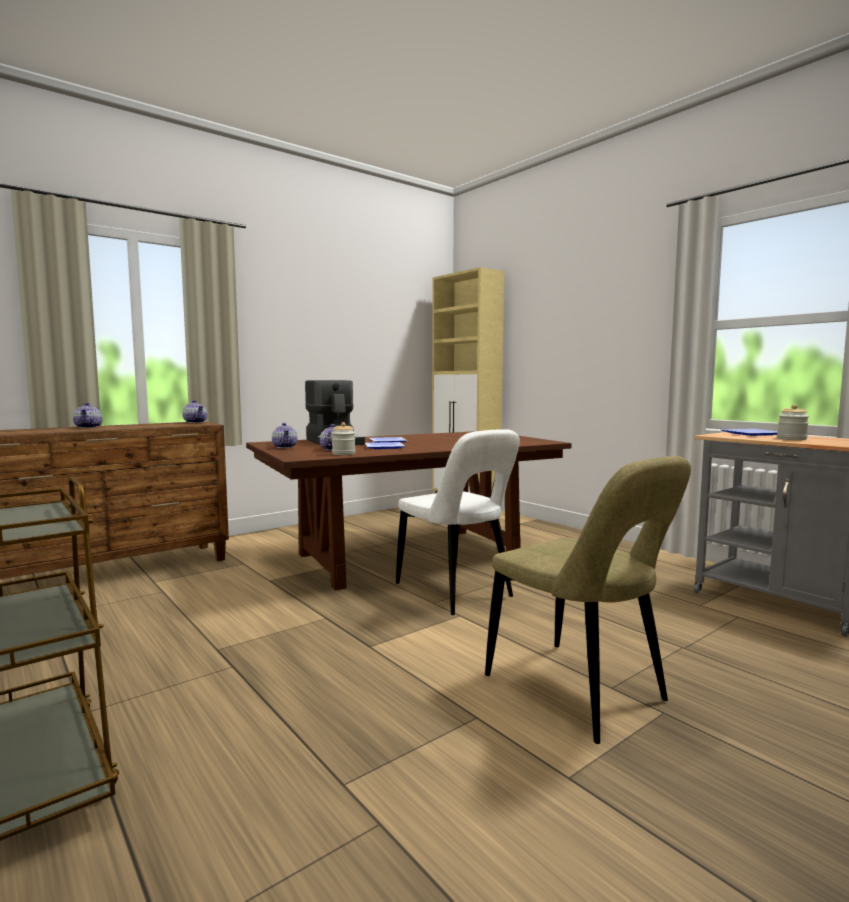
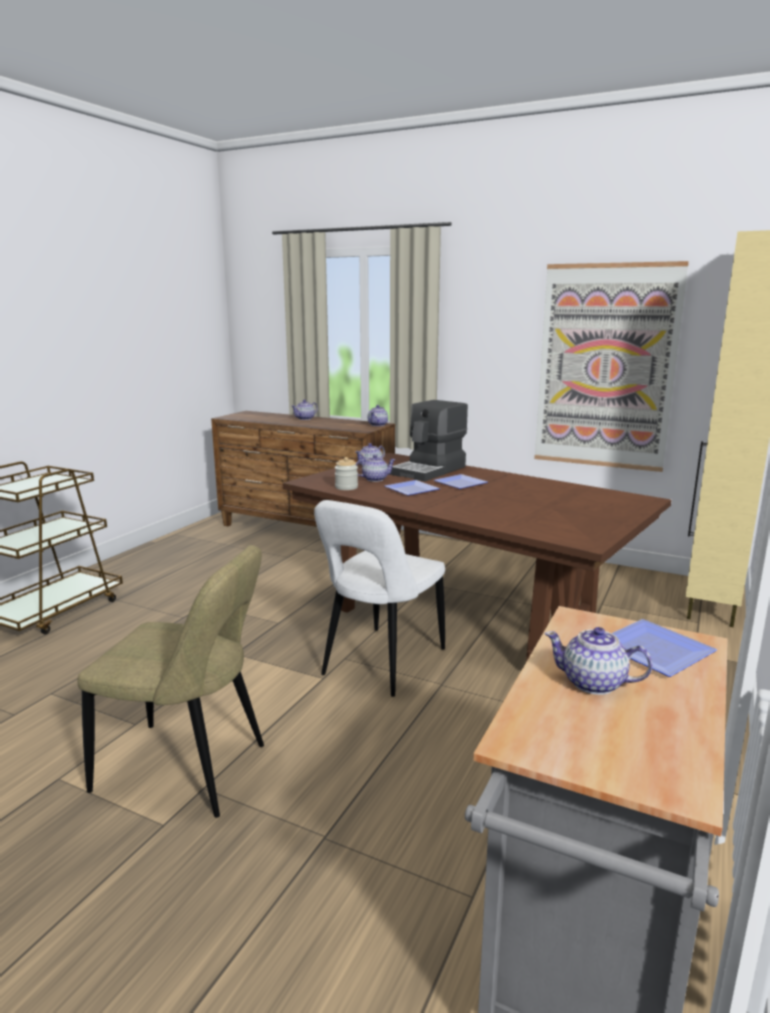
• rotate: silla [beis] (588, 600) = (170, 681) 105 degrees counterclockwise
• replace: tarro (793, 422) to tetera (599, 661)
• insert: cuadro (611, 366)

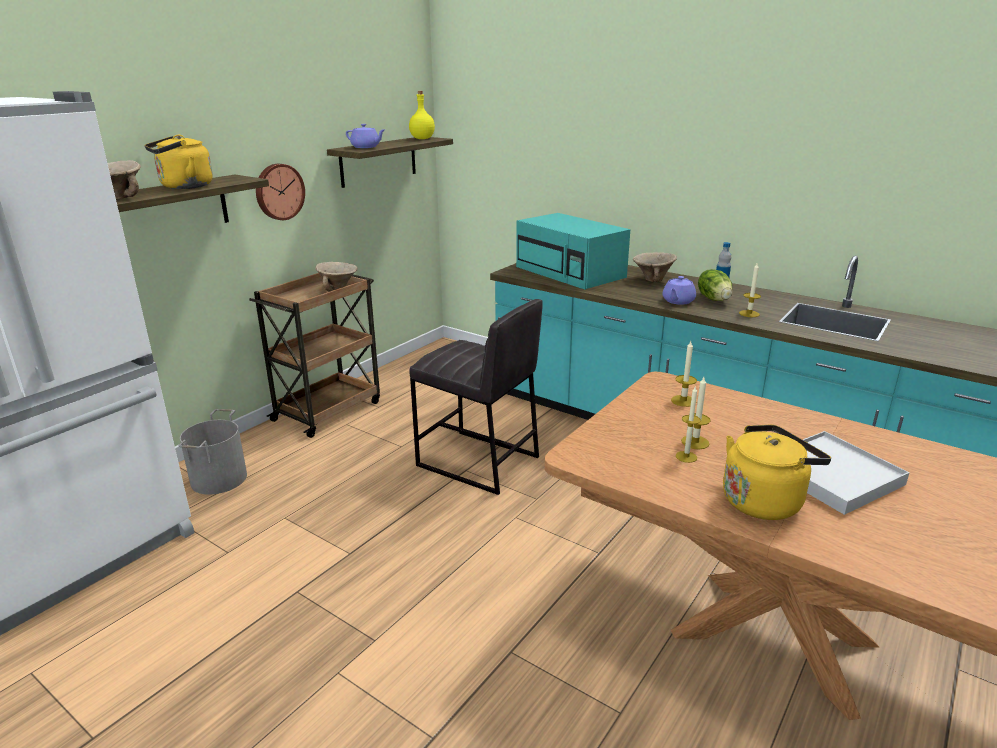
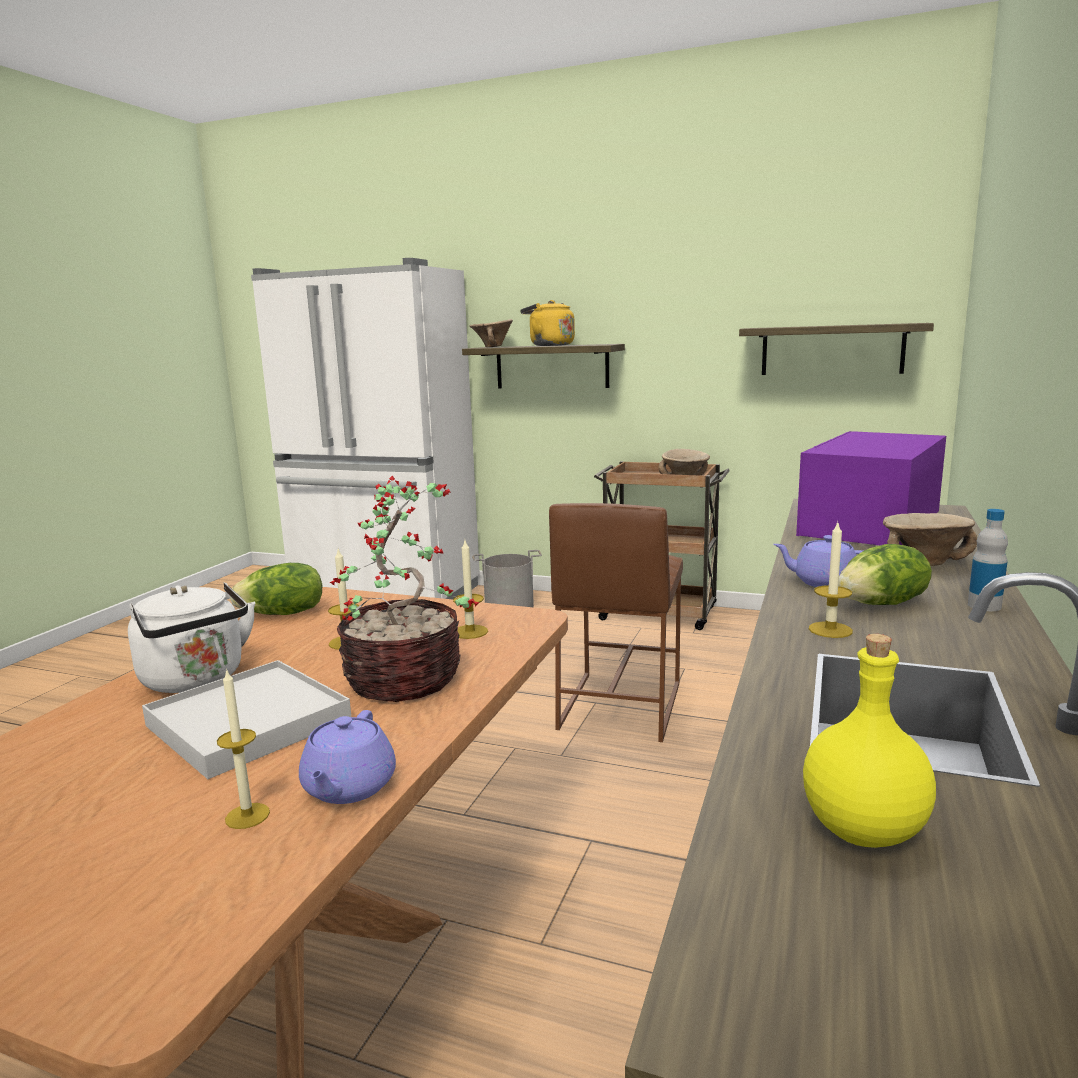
• delete: reloj de pared (280, 192)
• move: tetera [morado] (365, 136) to (347, 757)
• move: botella [amarillo] (422, 115) to (869, 741)
• recolor: taburete [gris] (476, 397) to taburete [marrón] (616, 622)
• recolor: microondas [turquesa] (573, 251) to microondas [morado] (871, 488)
• move: vela (688, 424) to (243, 748)
• recolor: hervidor [amarillo] (777, 472) to hervidor [blanco] (191, 637)
• insert: lechuga (276, 589)
• insert: planta en maceta (404, 589)

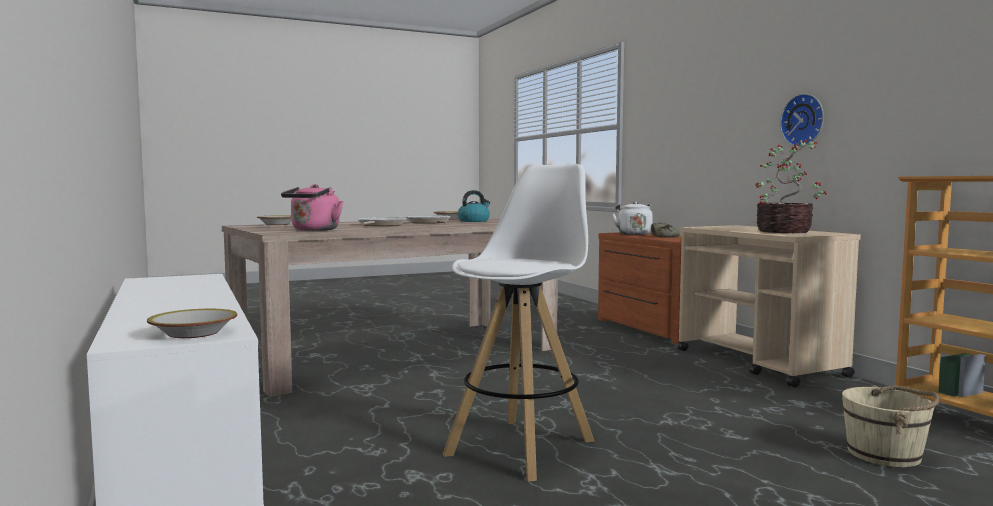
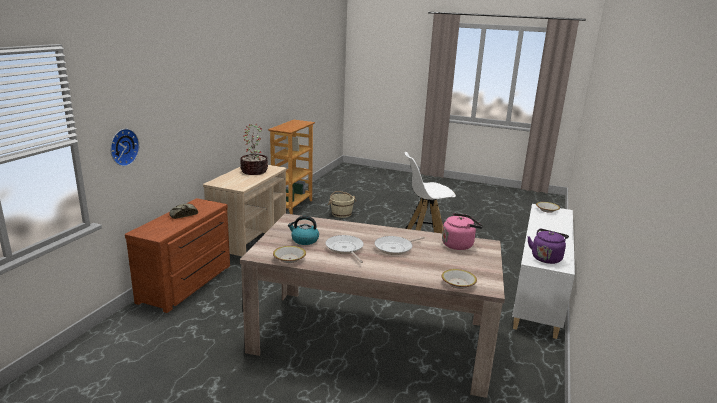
• delete: hervidor [blanco] (632, 218)
• move: reloj de pared (802, 120) to (125, 147)
• insert: hervidor [morado] (548, 246)

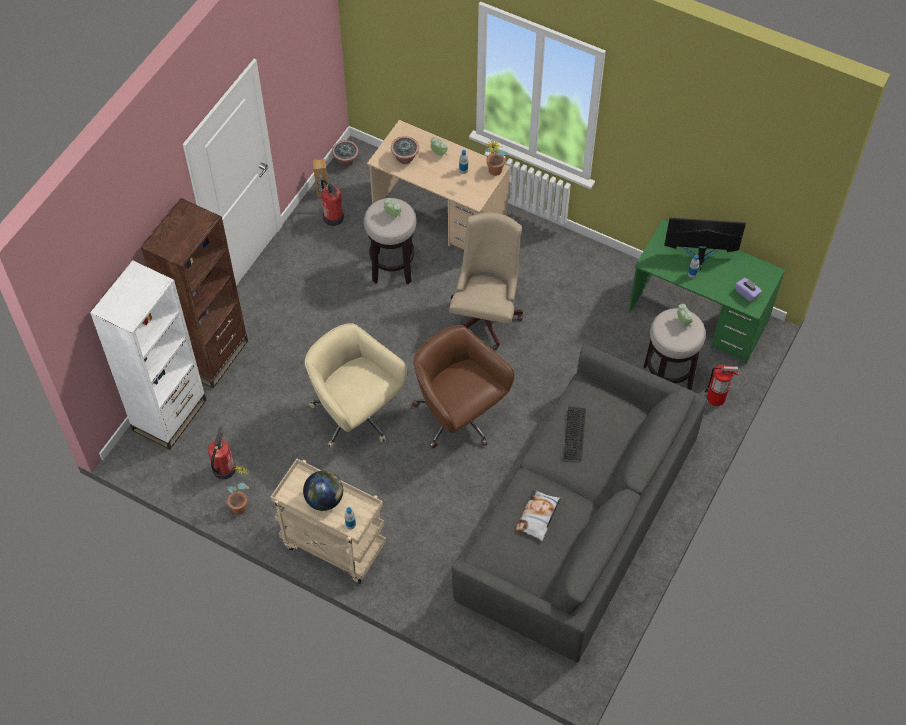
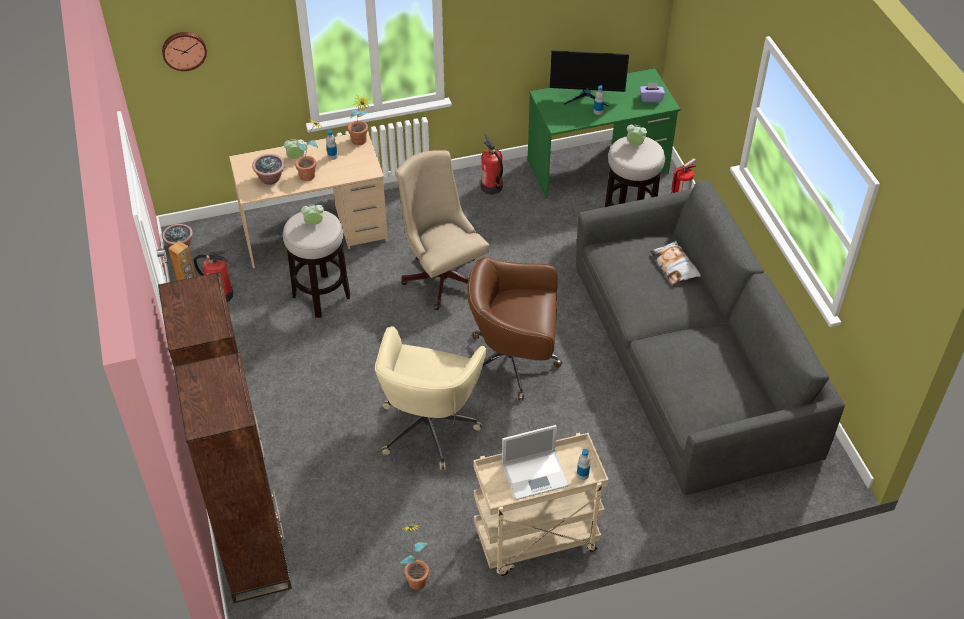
• recolor: estantería [blanco] (148, 355) to estantería [marrón] (233, 477)
• move: extintor (222, 453) to (492, 164)
• replace: globo terráqueo (323, 491) to portátil (535, 462)
• rotate: silla de oficina [beis] (356, 385) = (431, 398) 75 degrees counterclockwise
• move: cojín (538, 515) to (675, 262)
• delete: teclado (575, 433)
• rotate: monitor (705, 244) = (589, 78) 135 degrees counterclockwise
• insert: reloj de pared (184, 51)
• insert: planta en maceta (309, 150)

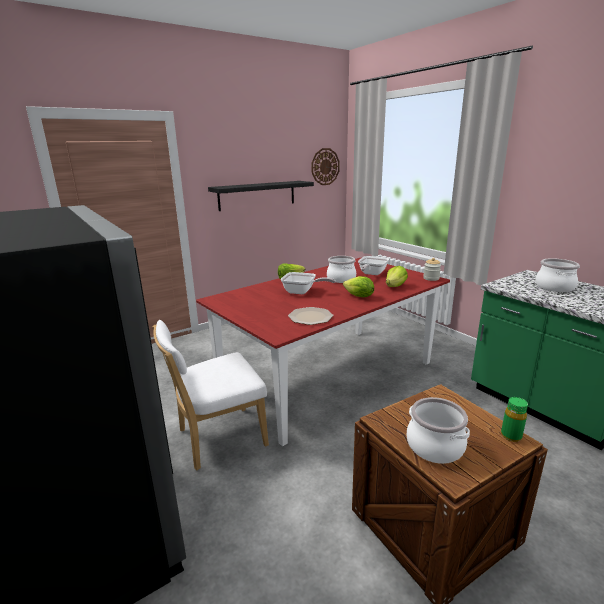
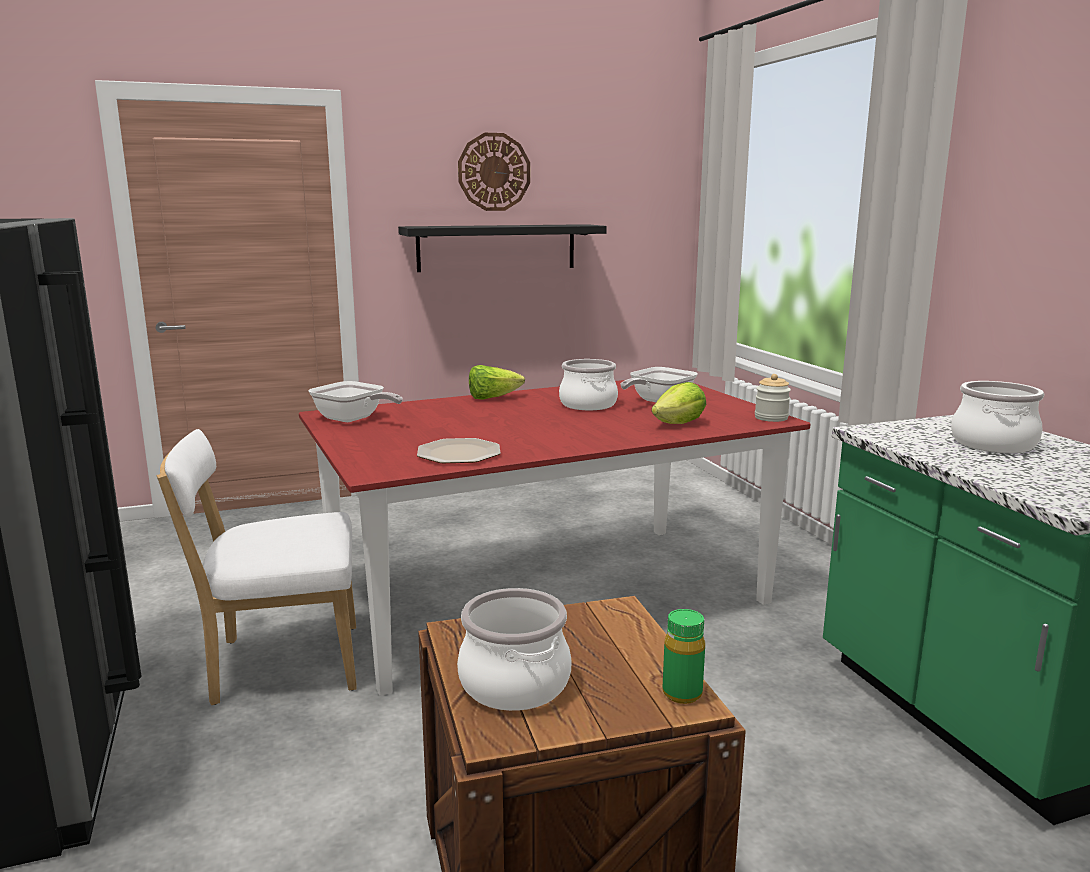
• move: sartén (308, 283) to (355, 401)
• move: reloj de pared (326, 166) to (494, 172)
• delete: lechuga (358, 286)

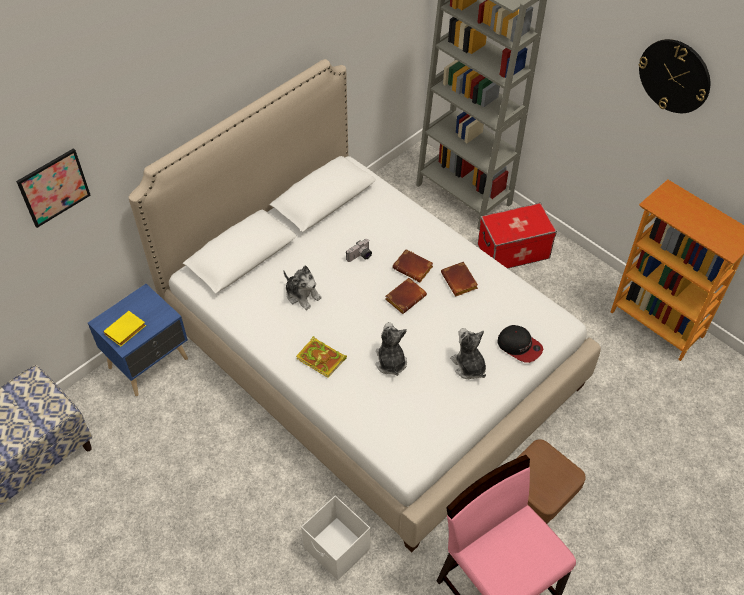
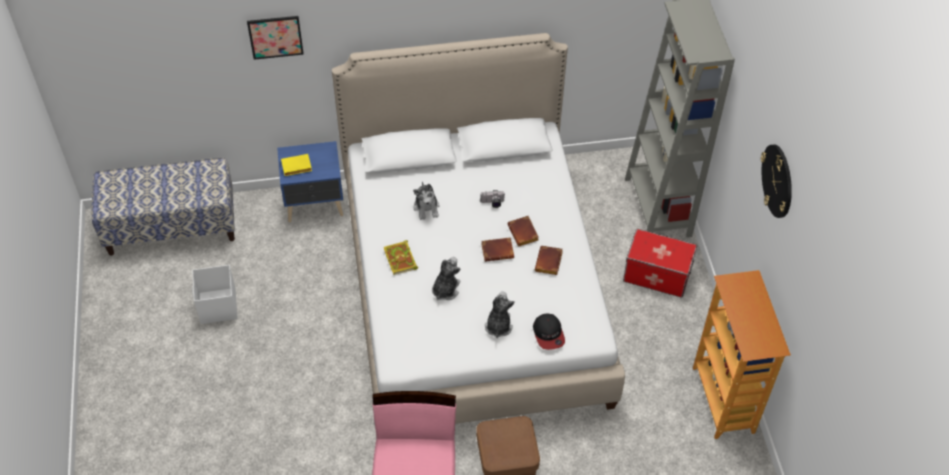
• move: caja de almacenaje [blanco] (335, 538) to (215, 294)

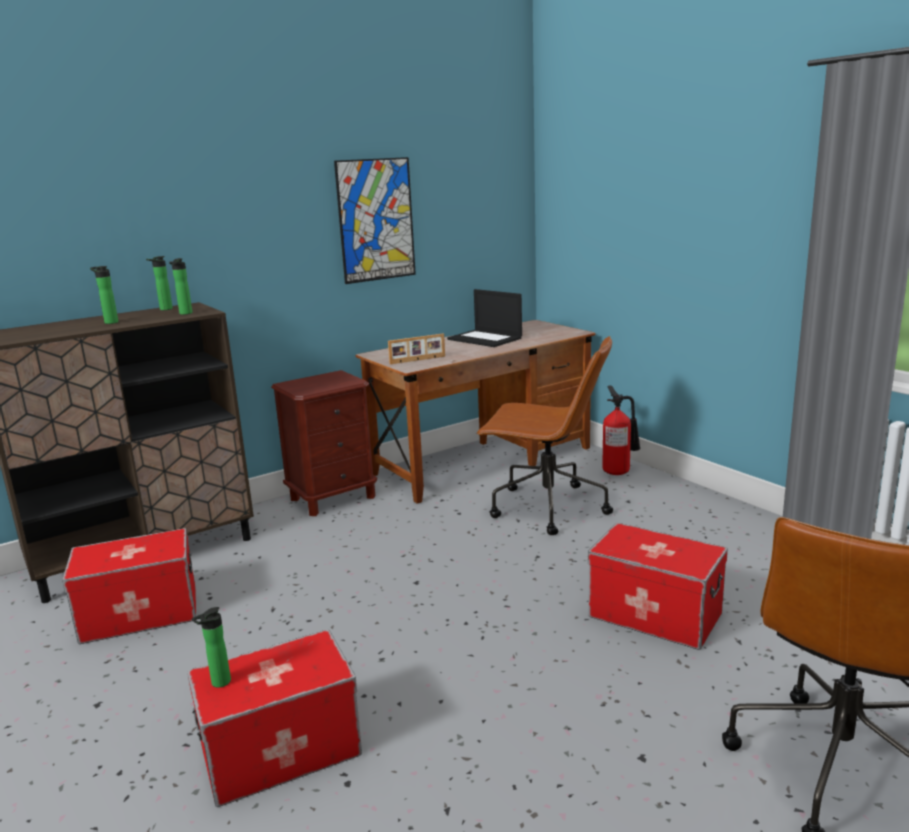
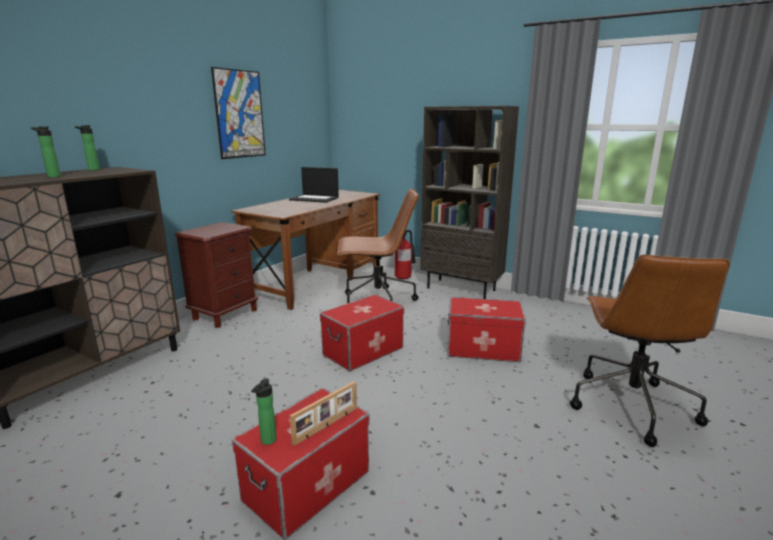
• move: caja de almacenaje (129, 586) to (362, 333)
• delete: botella (180, 286)
• move: portarretratos (416, 349) to (323, 413)
• insert: estantería [marrón] (469, 202)

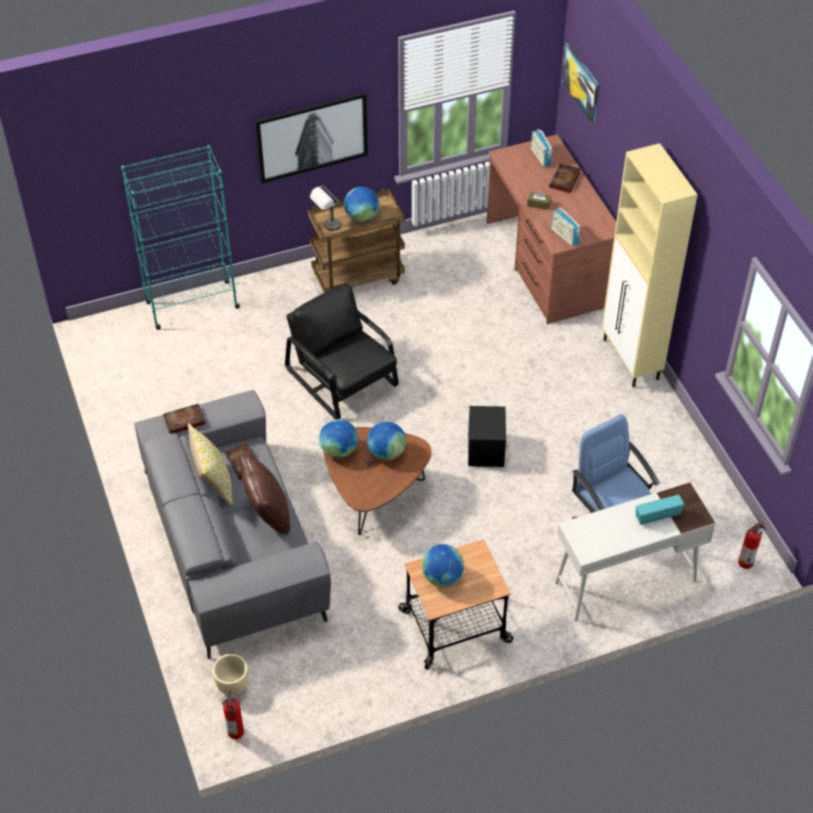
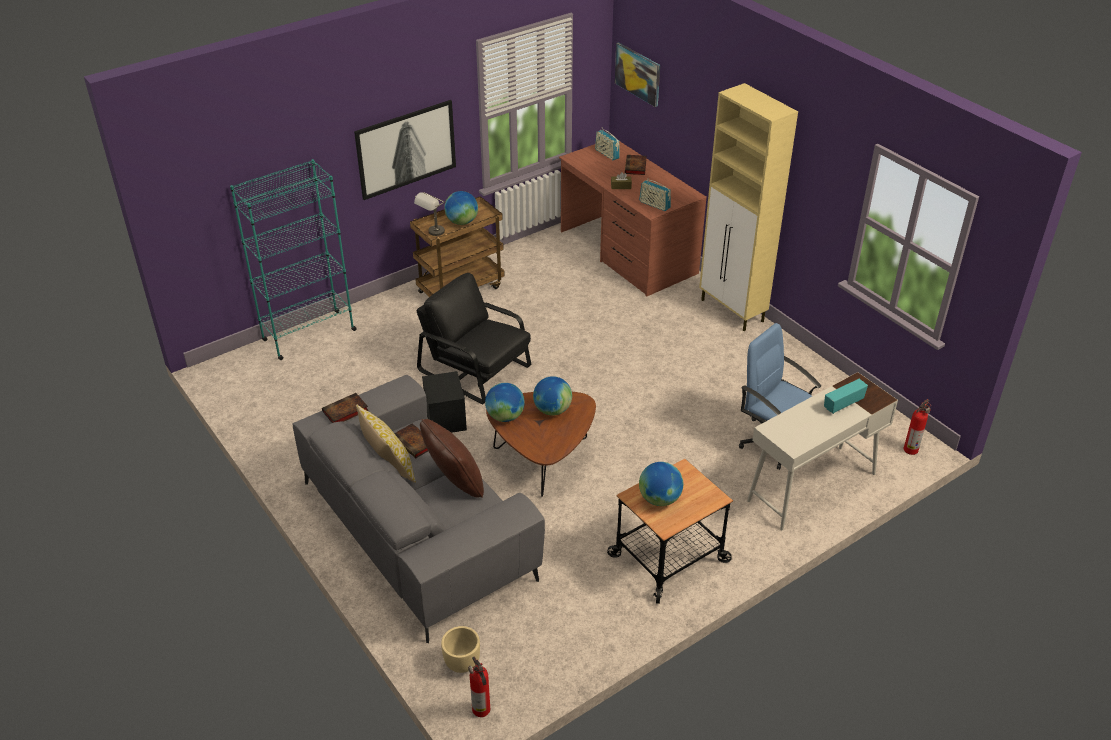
• move: caja de almacenaje [negro] (487, 436) to (444, 402)

